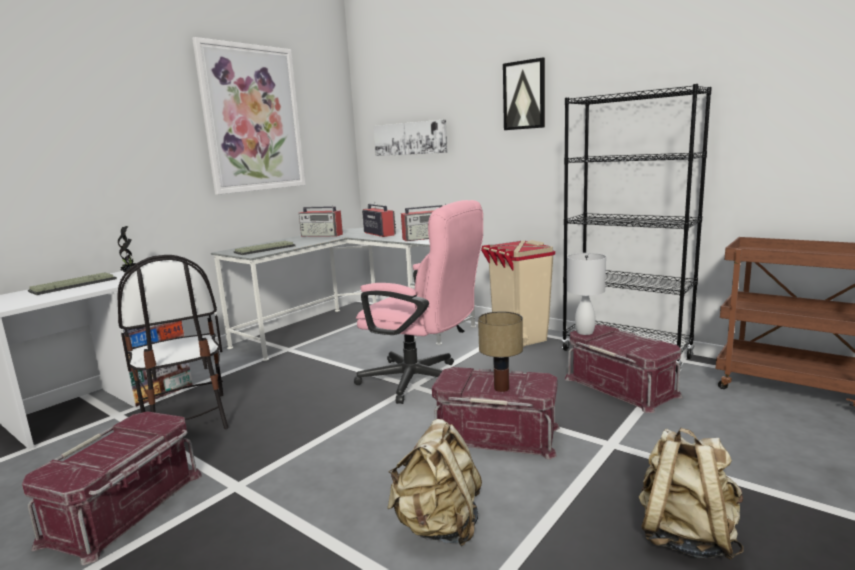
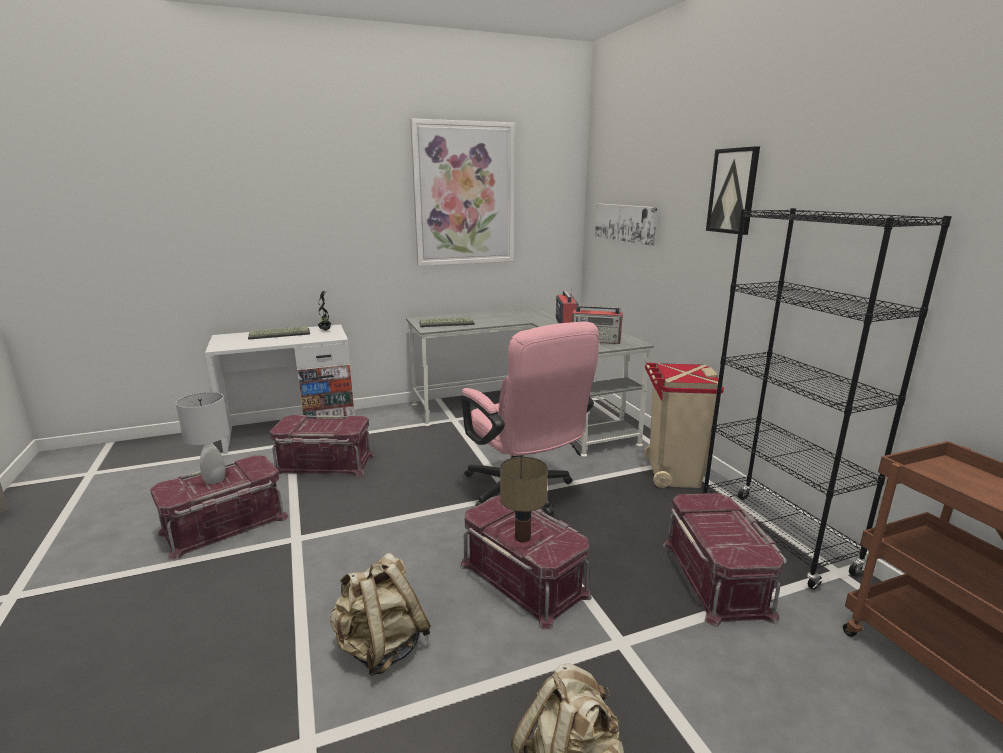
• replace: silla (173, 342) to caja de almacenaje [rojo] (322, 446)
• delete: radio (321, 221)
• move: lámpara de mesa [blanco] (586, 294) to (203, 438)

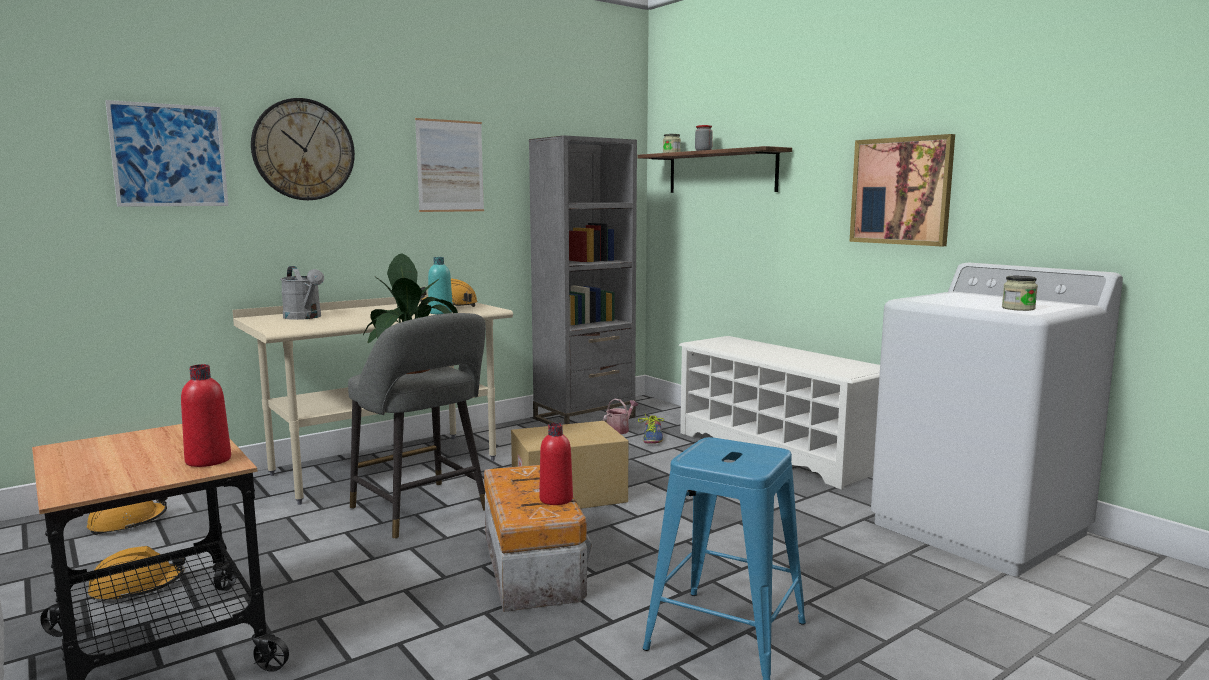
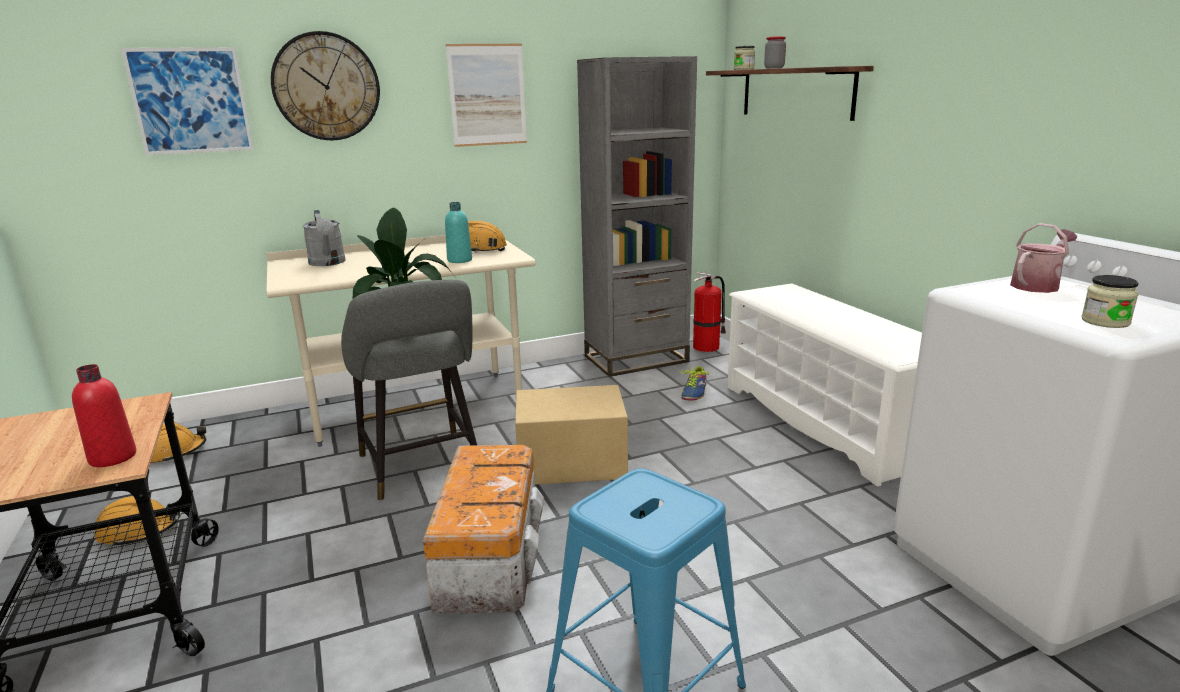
• delete: botella [rojo] (556, 464)
• move: regadera (620, 416) to (1044, 258)
• delete: cuadro (902, 190)
• insert: extintor (709, 312)

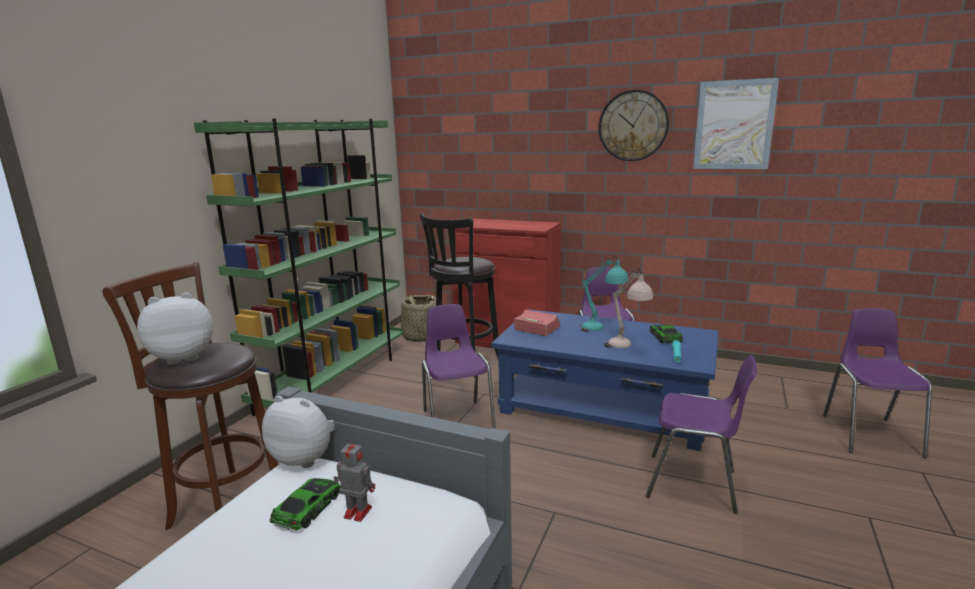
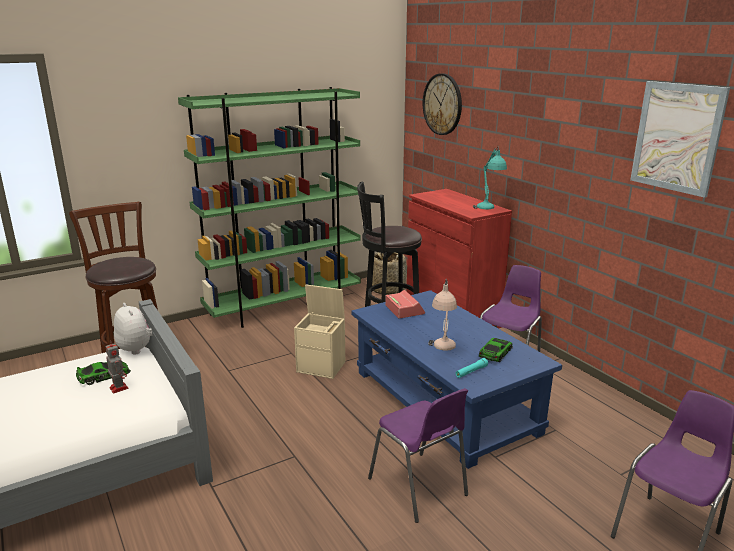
• delete: peluche (175, 328)
• replace: silla [morado] (459, 366) to caja de almacenaje [beis] (319, 331)
• move: lámpara de mesa [turquesa] (604, 293) to (490, 177)
• move: reloj de pared (634, 125) to (442, 104)

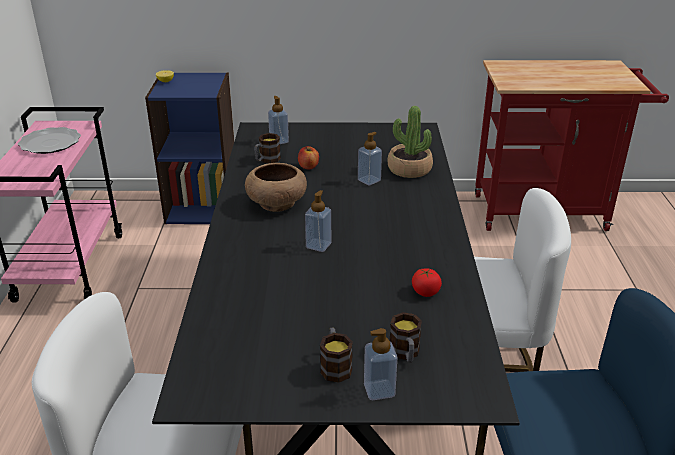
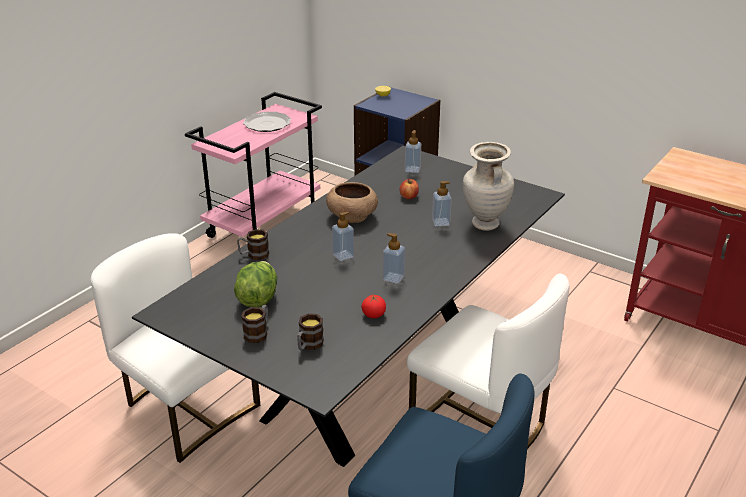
• move: taza grande (267, 148) to (253, 244)
• move: dispensador de jabón (381, 364) to (394, 258)
• replace: planta en maceta (410, 142) to florero [beis] (488, 186)
• insert: lechuga (255, 284)

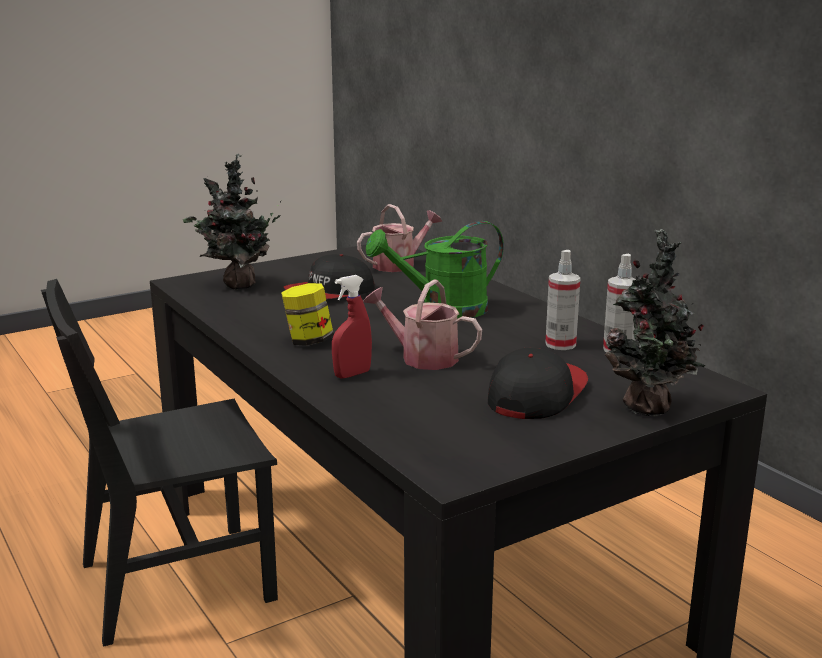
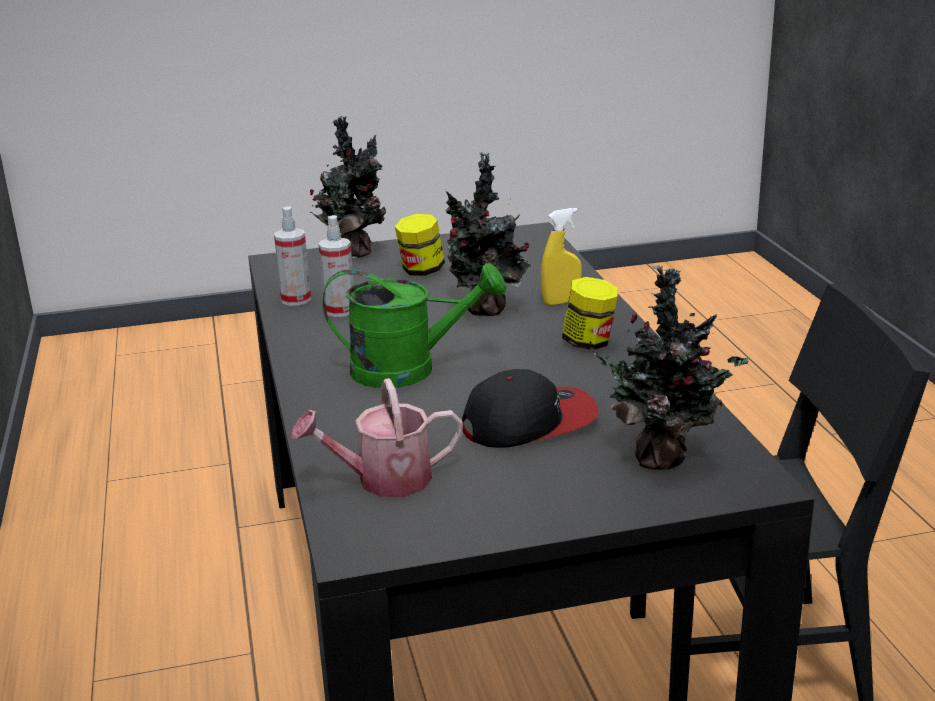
• recolor: pulverizador [rojo] (352, 327) to pulverizador [amarillo] (561, 257)
• replace: regadera (422, 324) to planta en maceta (489, 234)
• replace: gorra (538, 383) to tarro (420, 245)

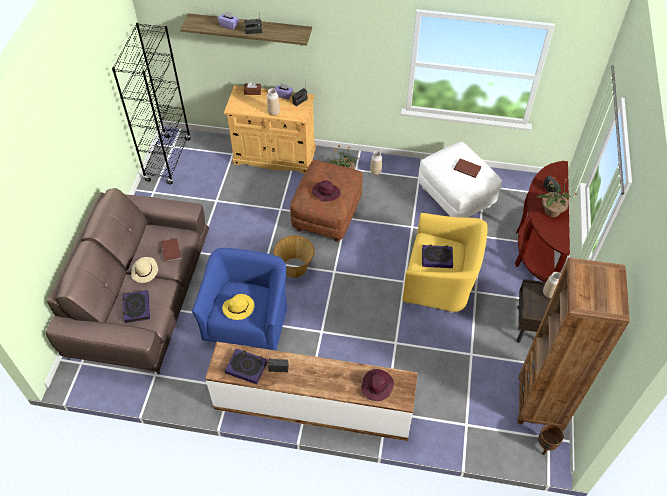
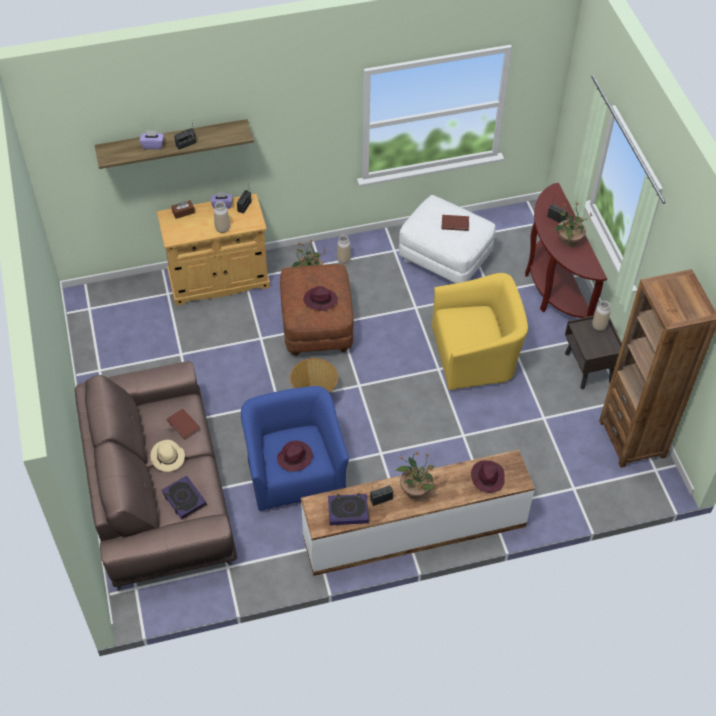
• delete: estantería [negro] (151, 104)
• recolor: sombrero [amarillo] (238, 307) to sombrero [morado] (295, 456)
• delete: libro (437, 256)
• delete: maceta [marrón] (551, 439)
• insert: planta en maceta (415, 475)

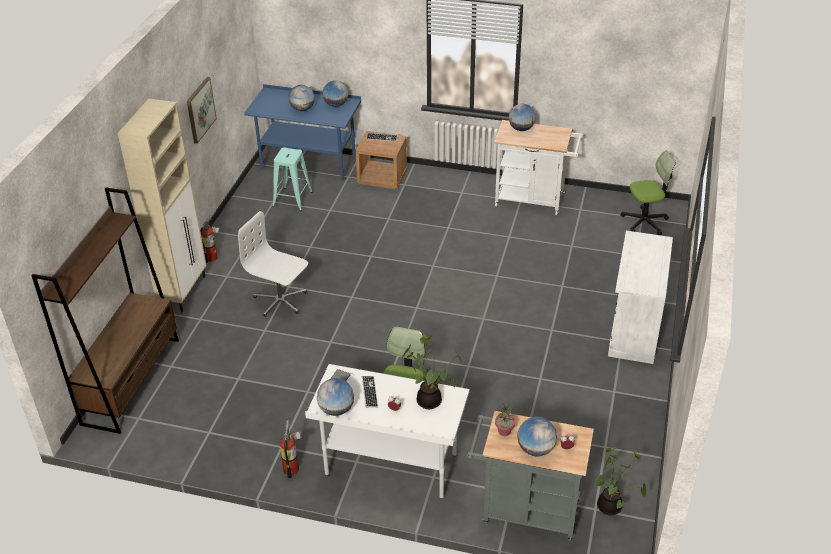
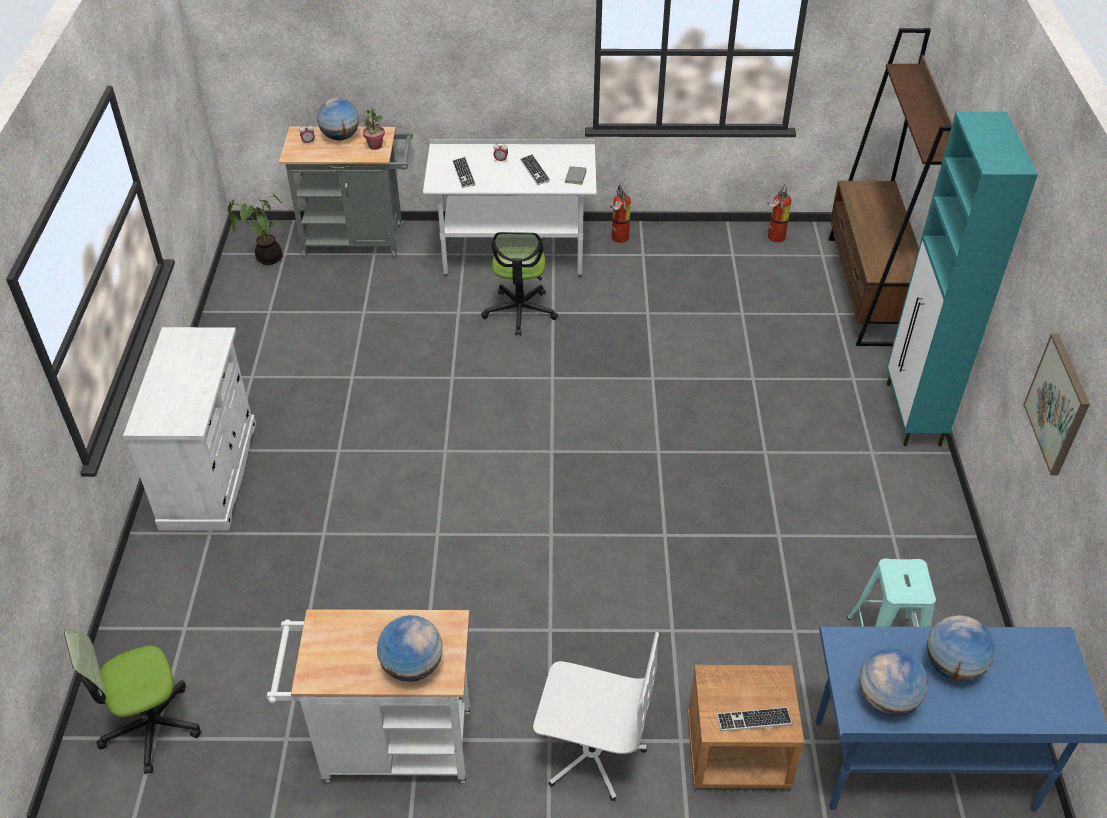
• recolor: armario [beis] (162, 205) to armario [turquesa] (962, 279)
• move: extintor (210, 239) to (779, 213)
• move: silla de oficina [blanco] (273, 264) to (596, 716)
• delete: globo terráqueo (335, 397)
• replace: planta en maceta (432, 371) to teclado (464, 172)

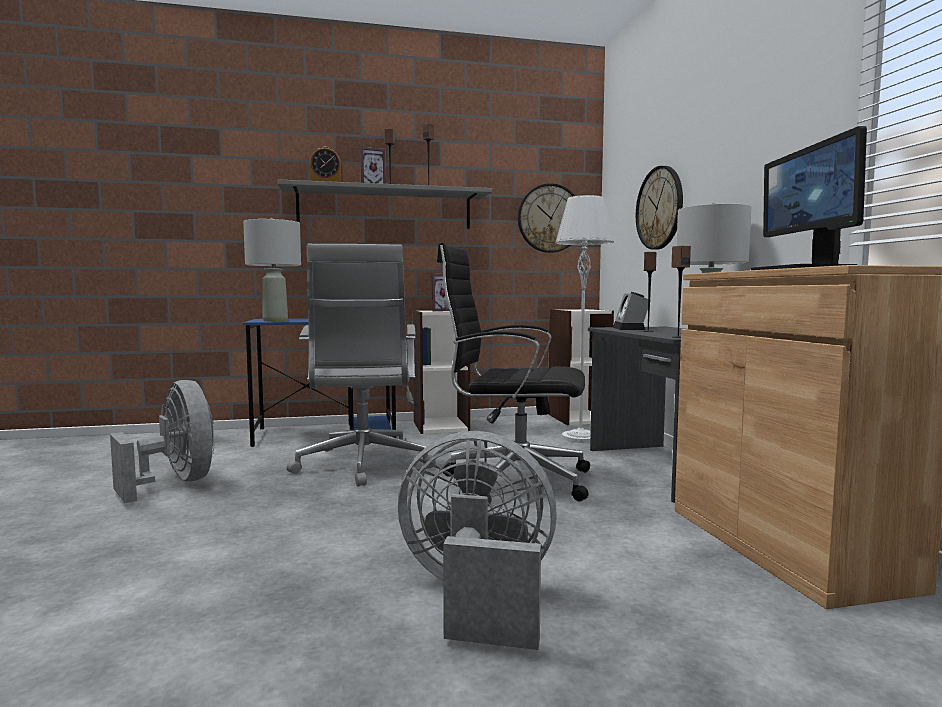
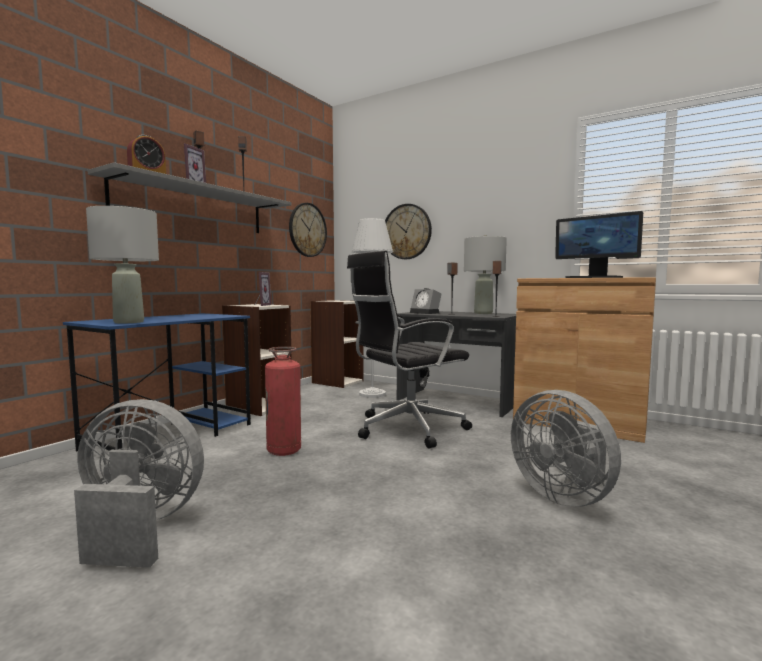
• replace: silla de oficina [gris] (361, 365) to extintor (283, 401)
• rotate: ventilador [gris] (477, 540) = (566, 448) 90 degrees counterclockwise

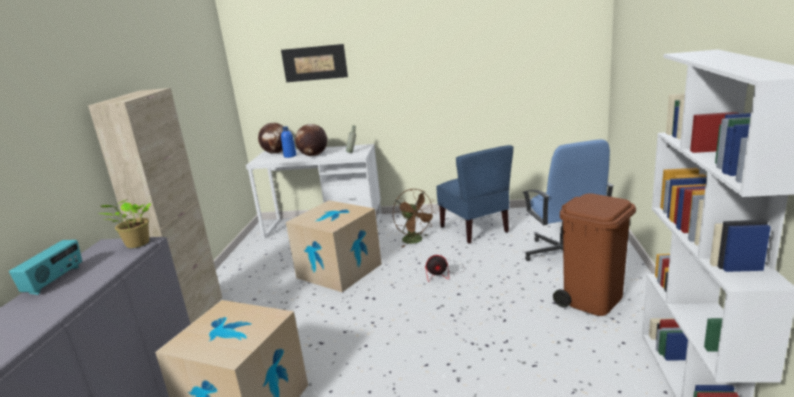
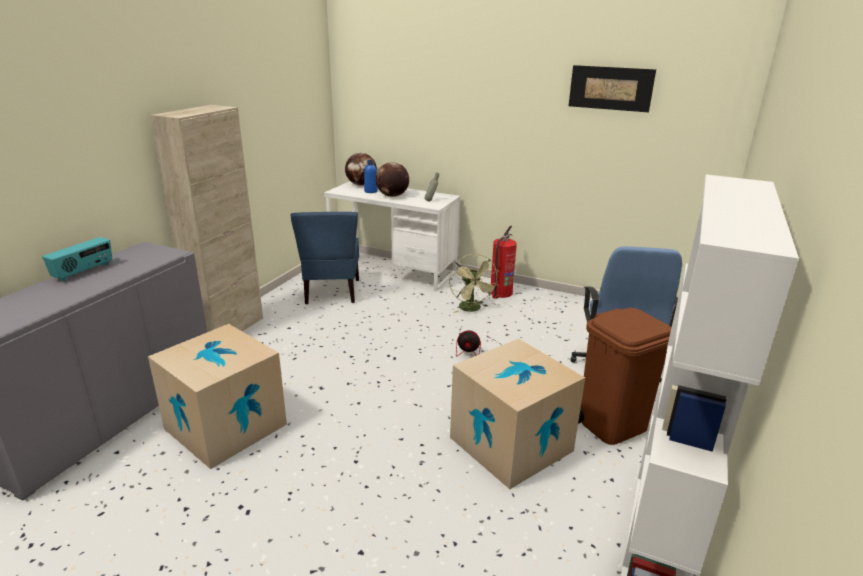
• delete: planta en maceta (124, 223)
• move: cuadro (314, 63) to (612, 88)
• move: caja de cartón (334, 246) to (517, 413)
• recolor: ventilador [marrón] (414, 218) to ventilador [verde] (474, 283)
• move: silla [azul] (474, 194) to (325, 258)
• insert: extintor (503, 262)

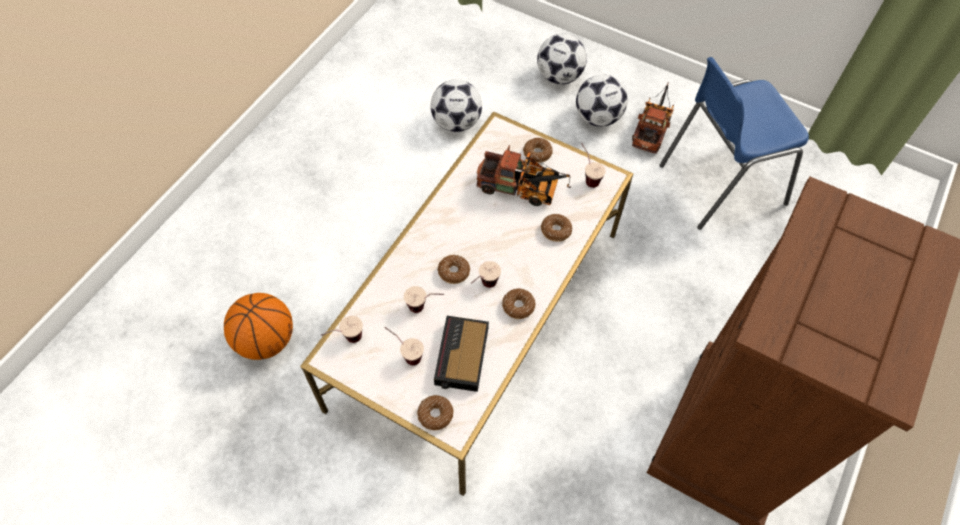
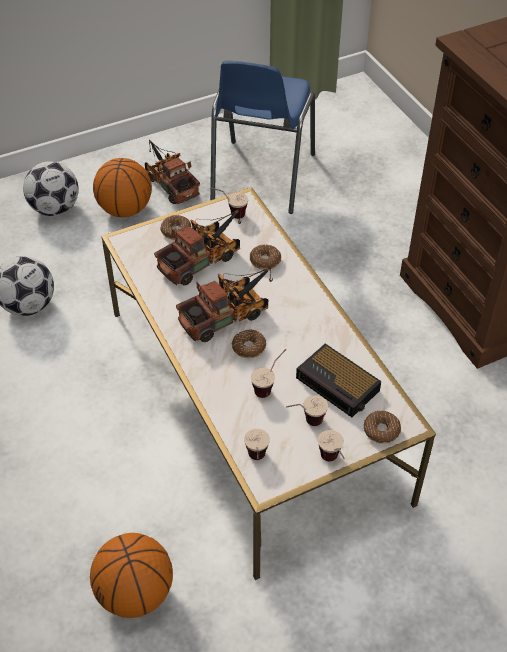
• move: taza (486, 274) to (331, 445)
• delete: rosquilla (519, 304)
• replace: balón de fútbol (602, 100) to balón de baloncesto (122, 187)
• insert: camión de juguete (224, 304)

